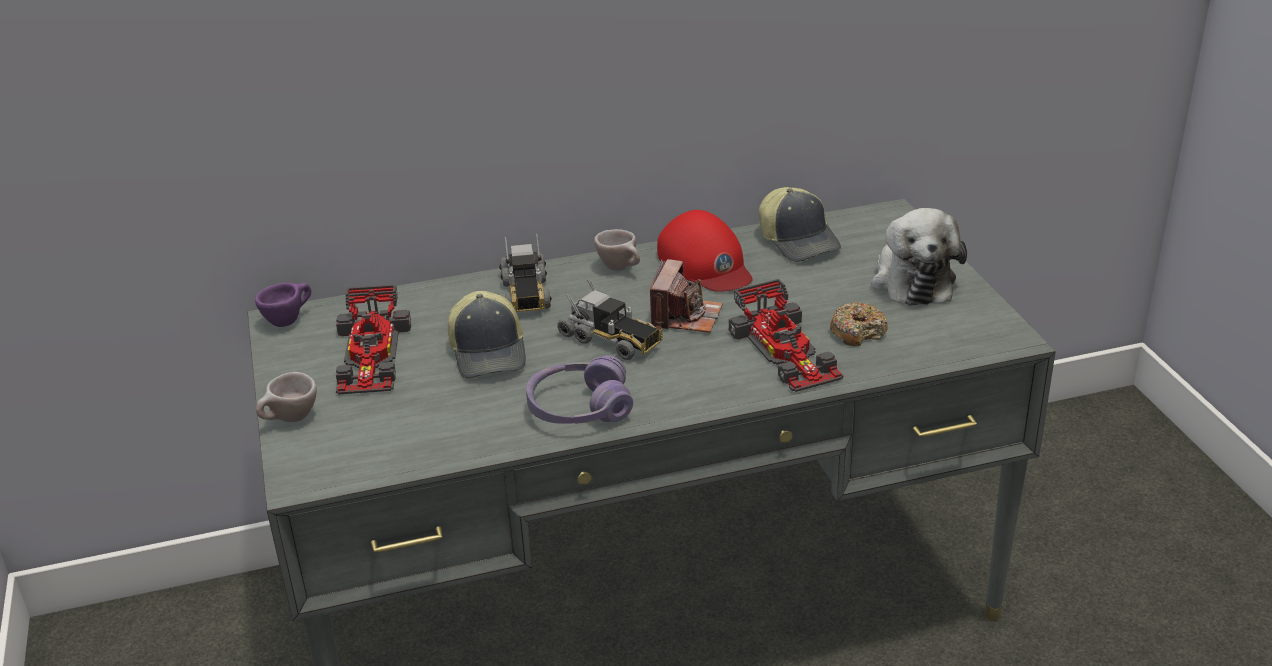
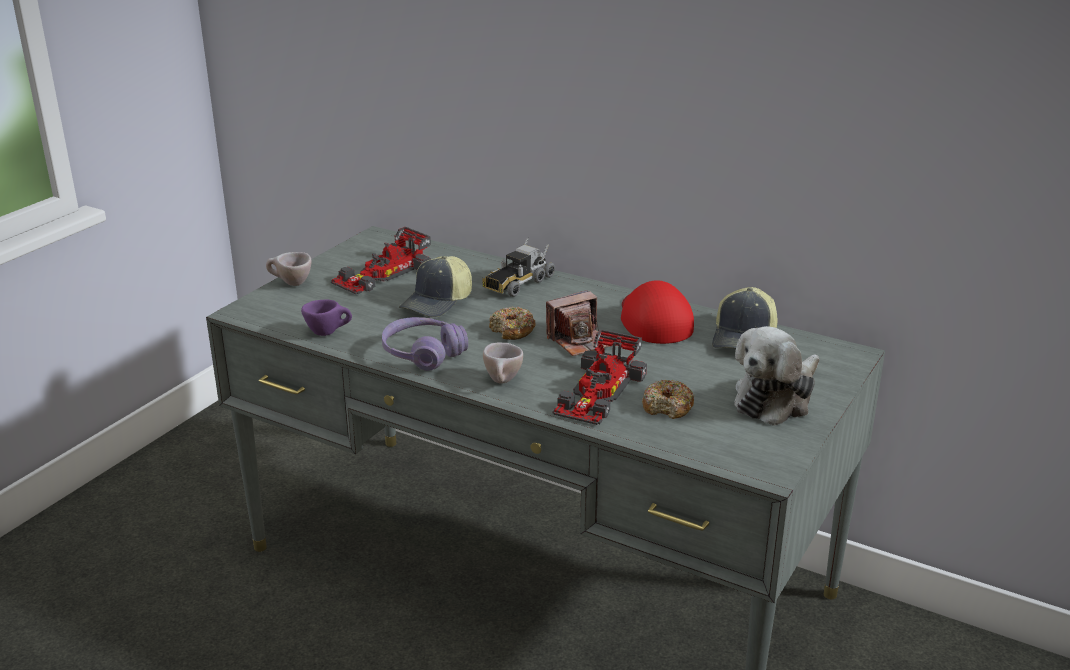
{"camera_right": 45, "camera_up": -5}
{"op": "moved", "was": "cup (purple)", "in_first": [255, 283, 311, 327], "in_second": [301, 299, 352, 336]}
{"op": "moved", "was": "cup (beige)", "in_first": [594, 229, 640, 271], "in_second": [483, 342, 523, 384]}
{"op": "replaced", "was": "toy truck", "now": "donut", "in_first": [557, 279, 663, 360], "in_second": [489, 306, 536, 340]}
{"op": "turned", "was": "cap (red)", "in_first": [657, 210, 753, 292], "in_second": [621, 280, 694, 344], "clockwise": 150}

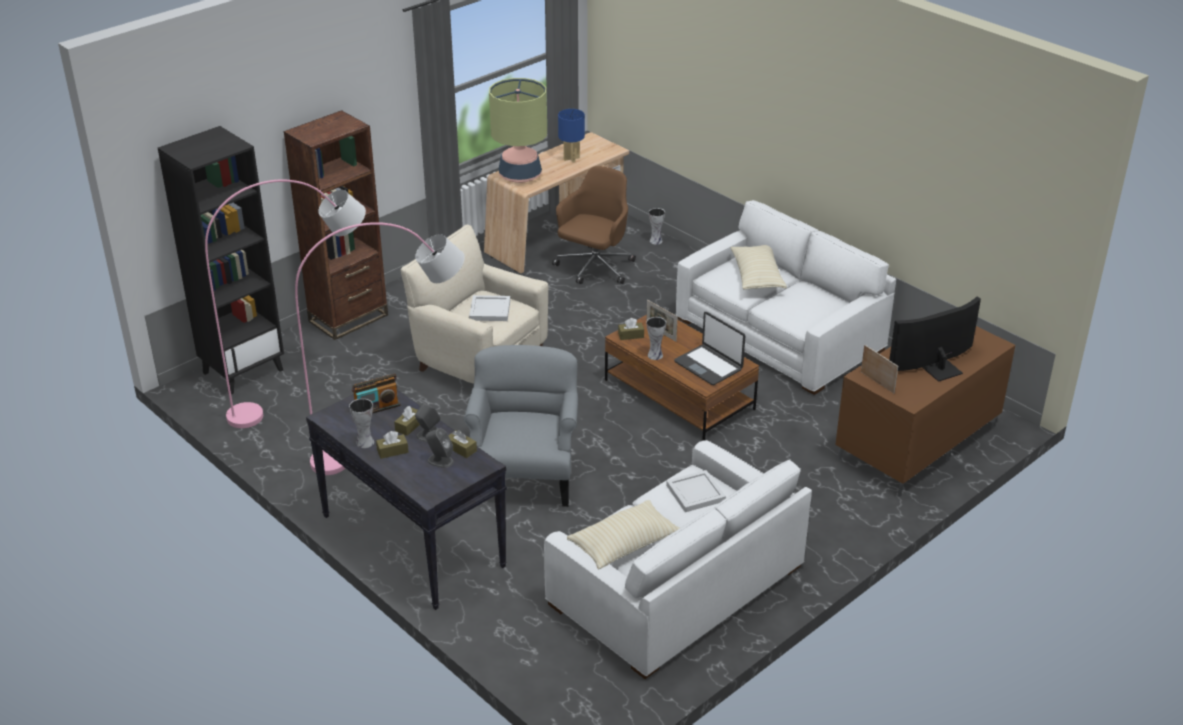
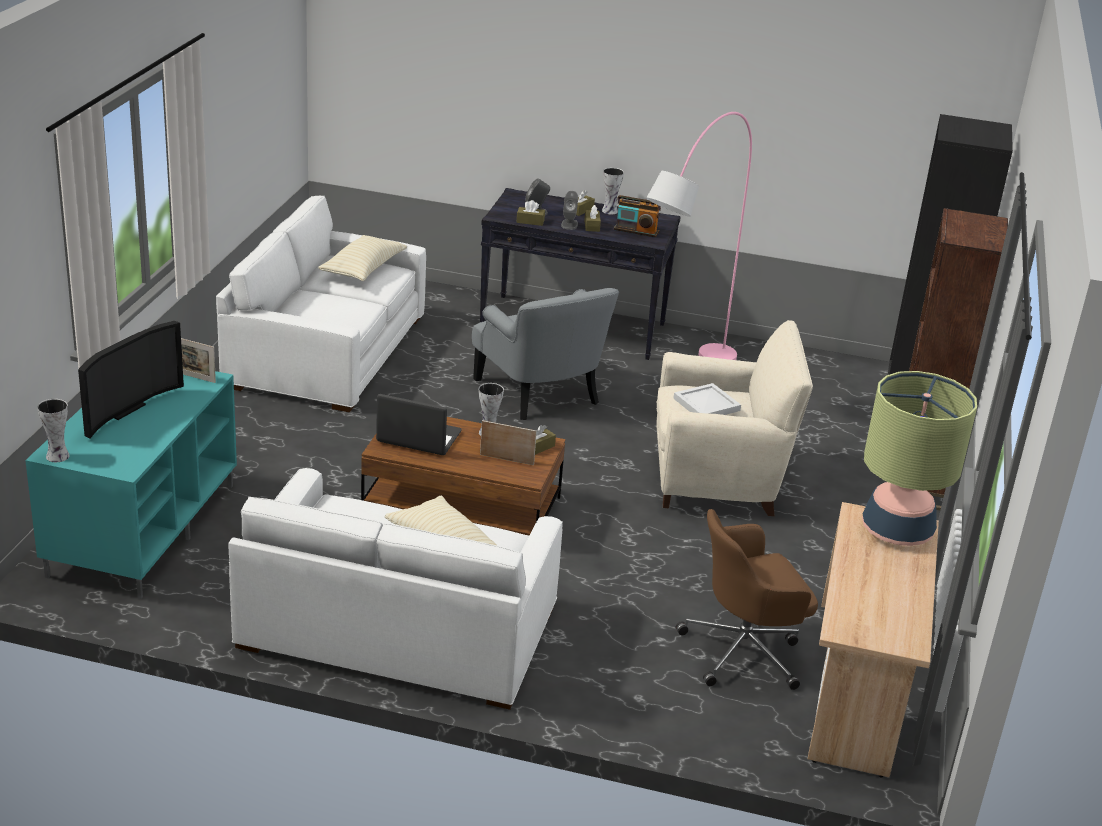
{"camera_right": 145, "camera_up": -5}
{"op": "recoloured", "was": "tv stand (brown)", "now": "tv stand (turquoise)", "in_first": [835, 326, 1015, 497], "in_second": [25, 371, 237, 599]}
{"op": "moved", "was": "vase", "in_first": [649, 208, 665, 245], "in_second": [37, 399, 70, 462]}
{"op": "turned", "was": "radio", "in_first": [352, 374, 401, 414], "in_second": [614, 195, 661, 237], "clockwise": -105}
{"op": "turned", "was": "office chair (brown)", "in_first": [552, 166, 636, 284], "in_second": [676, 509, 818, 690], "clockwise": 75}
{"op": "removed", "was": "floor lamp (pink)", "in_first": [205, 179, 366, 428]}
{"op": "removed", "was": "table lamp (blue)", "in_first": [558, 109, 585, 163]}
{"op": "removed", "was": "tray (white)", "in_first": [666, 470, 726, 512]}

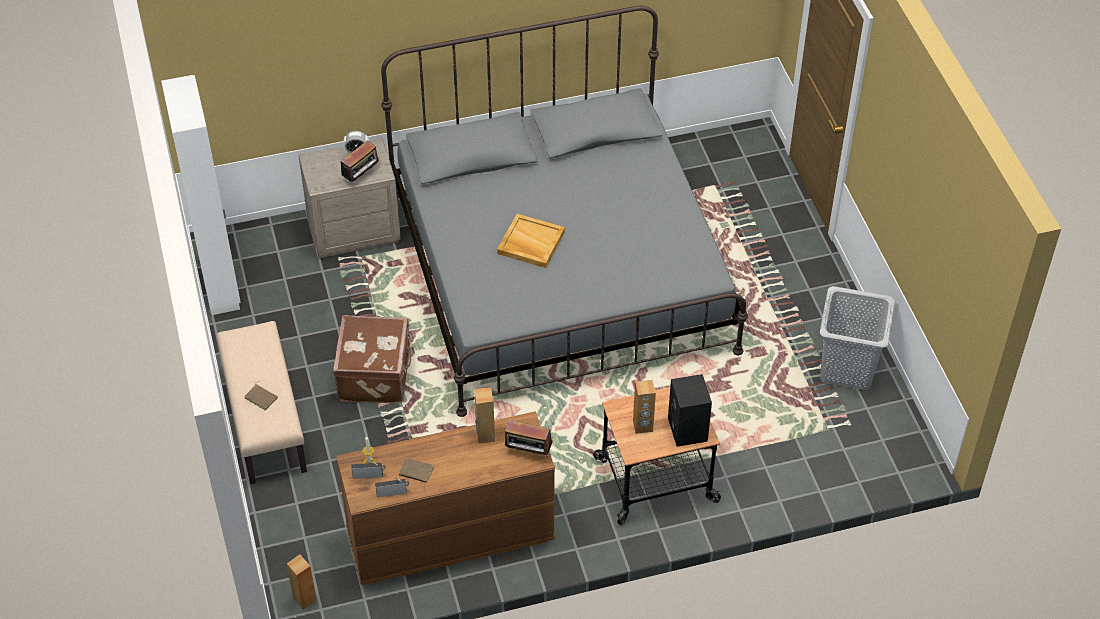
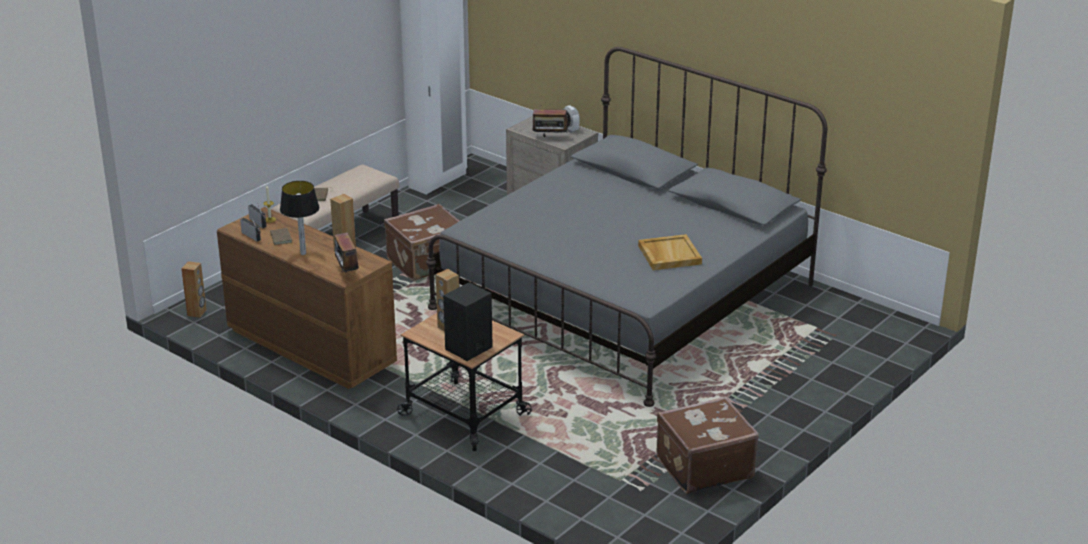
{"camera_right": 55, "camera_up": -20}
{"op": "added", "now": "table lamp", "in_second": [280, 181, 319, 255]}
{"op": "moved", "was": "tray (beige)", "in_first": [497, 214, 565, 268], "in_second": [638, 234, 702, 270]}
{"op": "replaced", "was": "laundry basket (grey)", "now": "suitcase (brown)", "in_first": [820, 286, 895, 390], "in_second": [656, 396, 759, 494]}

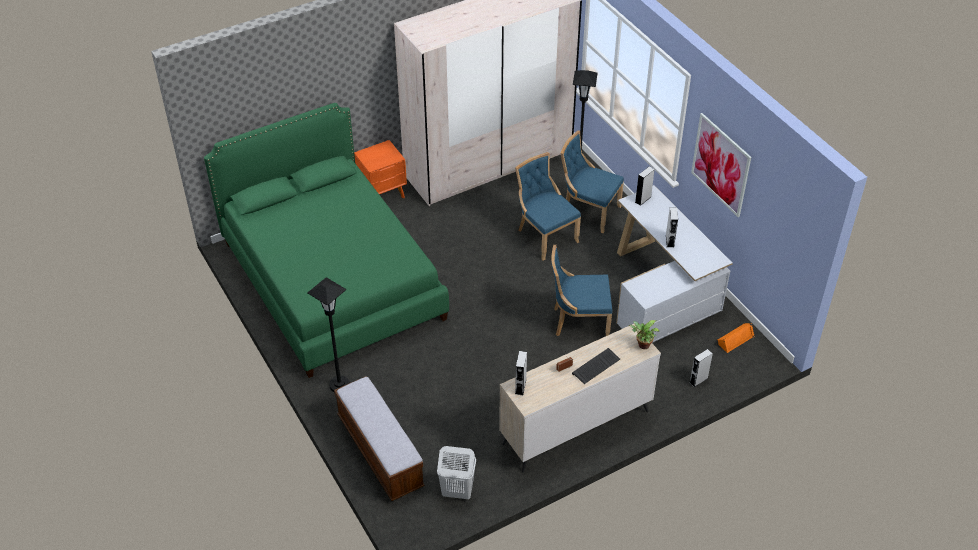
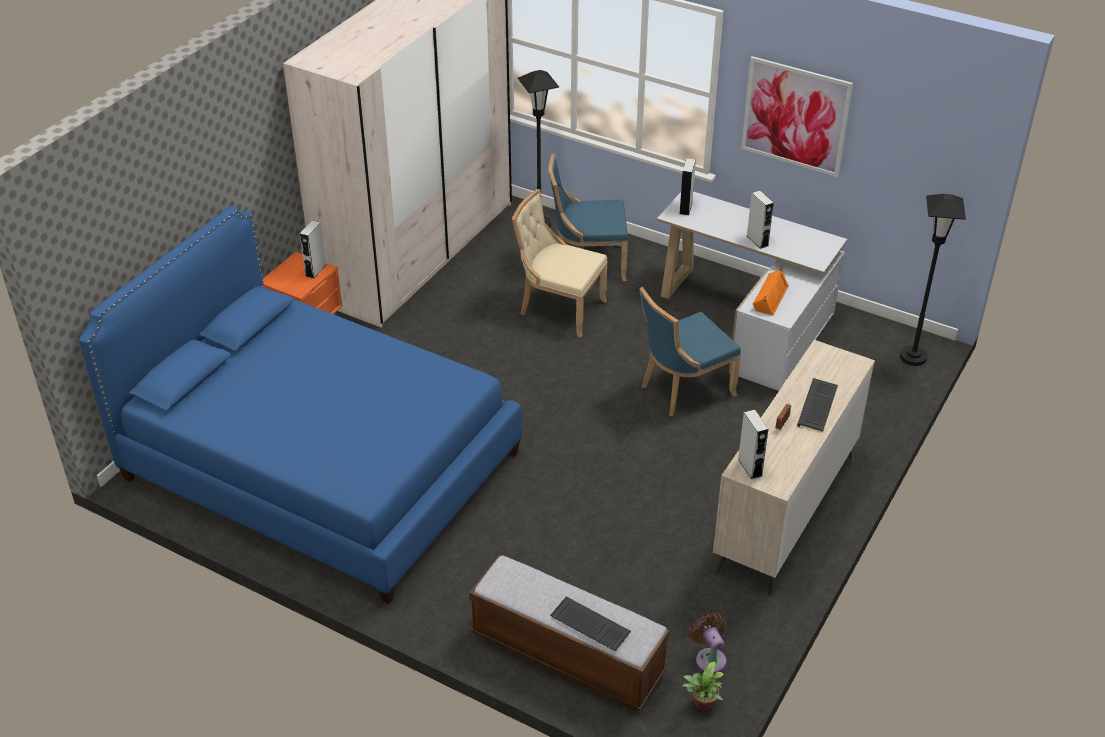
{"camera_right": -30, "camera_up": -5}
{"op": "recoloured", "was": "bed (green)", "now": "bed (blue)", "in_first": [204, 103, 449, 378], "in_second": [79, 206, 522, 604]}
{"op": "moved", "was": "speaker (grey)", "in_first": [689, 349, 713, 387], "in_second": [299, 220, 326, 279]}
{"op": "recoloured", "was": "chair (blue)", "now": "chair (beige)", "in_first": [515, 152, 581, 261], "in_second": [512, 189, 608, 338]}
{"op": "added", "now": "keyboard", "in_second": [550, 596, 631, 651]}
{"op": "moved", "was": "potted plant", "in_first": [629, 320, 659, 349], "in_second": [682, 661, 724, 711]}
{"op": "replaced", "was": "laundry basket (white)", "now": "fan (brown)", "in_first": [437, 446, 476, 499], "in_second": [689, 612, 727, 673]}
{"op": "moved", "was": "speaker (orange)", "in_first": [717, 323, 754, 353], "in_second": [753, 268, 789, 316]}
{"op": "moved", "was": "floor lamp (black)", "in_first": [307, 277, 350, 392], "in_second": [900, 194, 966, 366]}

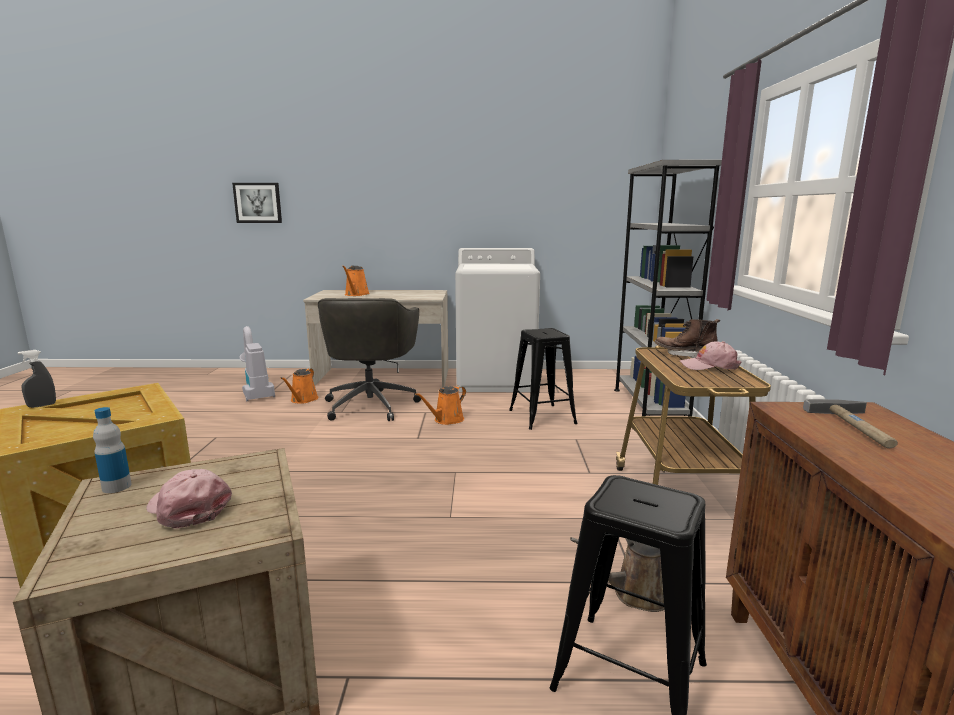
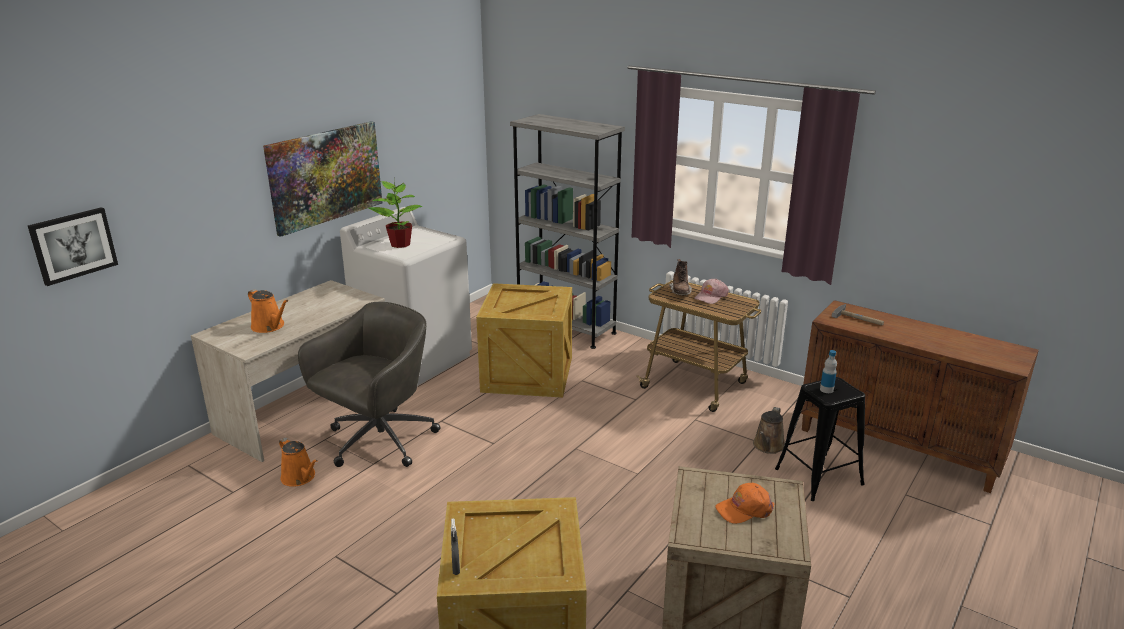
{"camera_right": -55, "camera_up": 10}
{"op": "added", "now": "picture", "in_second": [263, 121, 382, 237]}
{"op": "turned", "was": "office chair (grey)", "in_first": [318, 298, 421, 421], "in_second": [298, 302, 441, 467], "clockwise": -90}
{"op": "added", "now": "potted plant", "in_second": [369, 181, 423, 248]}
{"op": "replaced", "was": "stool (black)", "now": "crate", "in_first": [509, 328, 578, 430], "in_second": [476, 283, 572, 398]}
{"op": "turned", "was": "boot (brown)", "in_first": [654, 319, 720, 358], "in_second": [669, 259, 692, 295], "clockwise": -60}
{"op": "recoloured", "was": "cap (pink)", "now": "cap (orange)", "in_first": [146, 469, 232, 529], "in_second": [715, 483, 774, 524]}
{"op": "moved", "was": "bottle", "in_first": [93, 407, 132, 493], "in_second": [820, 350, 837, 393]}
{"op": "removed", "was": "vacuum cleaner", "in_first": [240, 326, 275, 402]}
{"op": "removed", "was": "watering can (orange)", "in_first": [415, 386, 466, 425]}

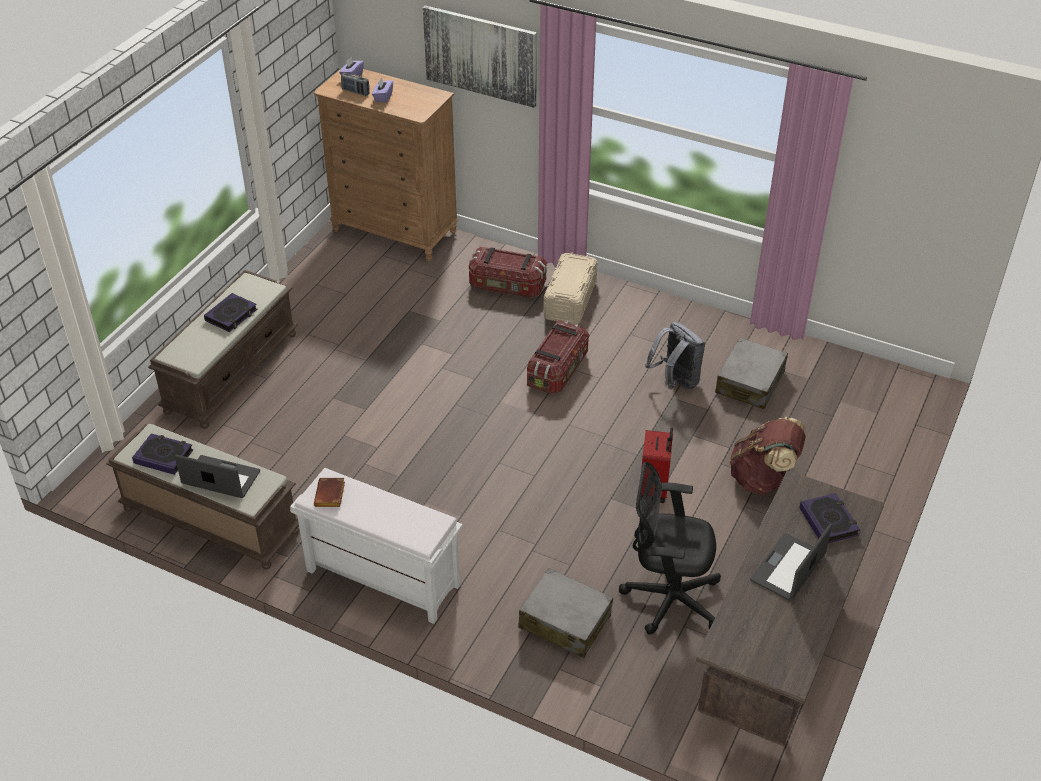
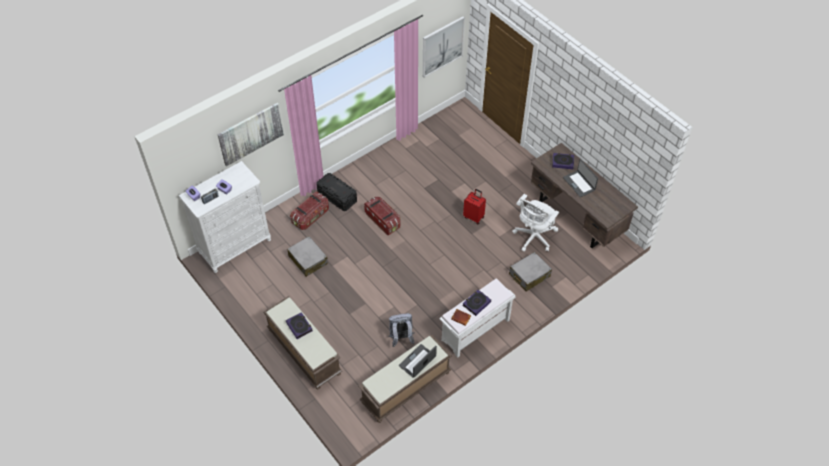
{"camera_right": -65, "camera_up": 10}
{"op": "recoloured", "was": "dresser (brown)", "now": "dresser (white)", "in_first": [314, 67, 458, 261], "in_second": [179, 161, 271, 273]}
{"op": "moved", "was": "suitcase (grey)", "in_first": [715, 337, 788, 409], "in_second": [287, 236, 328, 277]}
{"op": "recoloured", "was": "storage box (beige)", "now": "storage box (black)", "in_first": [543, 253, 597, 325], "in_second": [317, 173, 357, 211]}
{"op": "moved", "was": "backpack (grey)", "in_first": [645, 322, 705, 390], "in_second": [388, 313, 415, 347]}
{"op": "added", "now": "picture", "in_second": [423, 16, 465, 78]}
{"op": "moved", "was": "book", "in_first": [132, 433, 193, 475], "in_second": [463, 290, 491, 316]}
{"op": "recoloured", "was": "office chair (black)", "now": "office chair (white)", "in_first": [619, 462, 721, 635], "in_second": [512, 194, 559, 251]}
{"op": "removed", "was": "backpack (brown)", "in_first": [730, 417, 806, 495]}

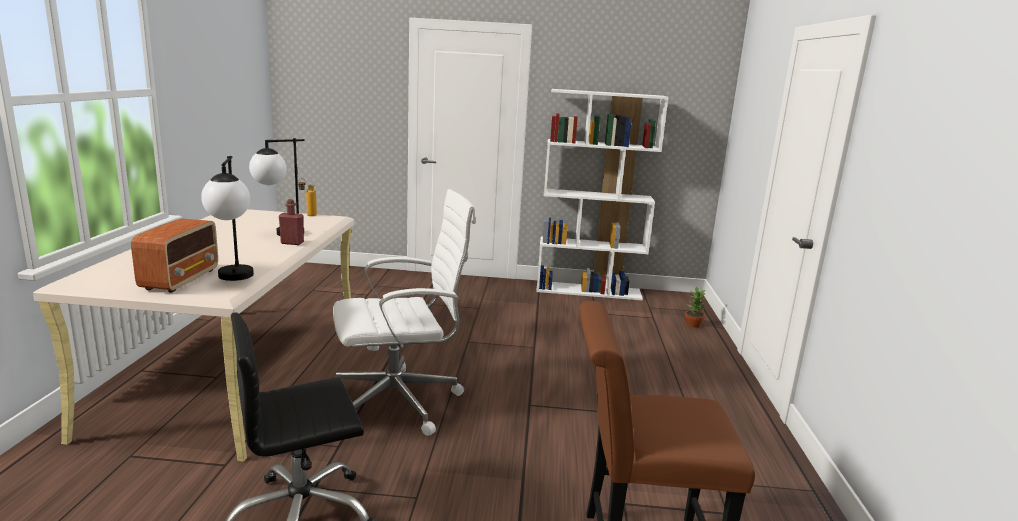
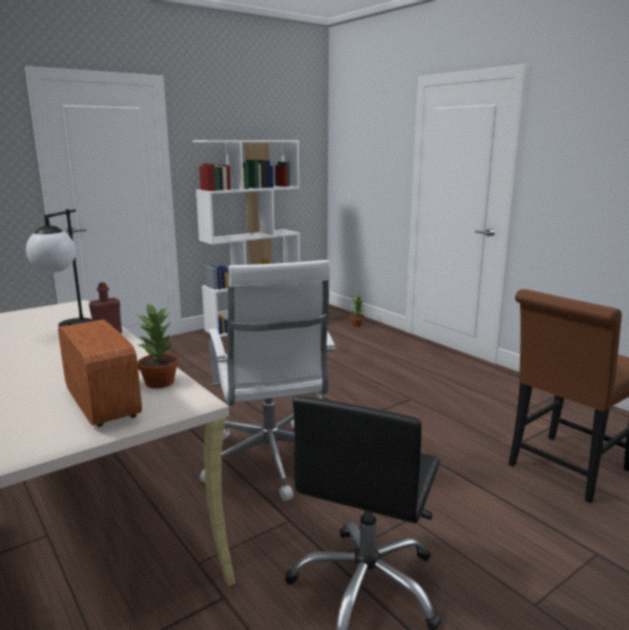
{"camera_right": -40, "camera_up": 0}
{"op": "replaced", "was": "table lamp", "now": "potted plant", "in_first": [201, 156, 254, 281], "in_second": [137, 303, 178, 388]}
{"op": "turned", "was": "office chair (white)", "in_first": [333, 189, 476, 436], "in_second": [200, 260, 336, 501], "clockwise": 135}
{"op": "removed", "was": "bottle", "in_first": [298, 178, 317, 216]}

